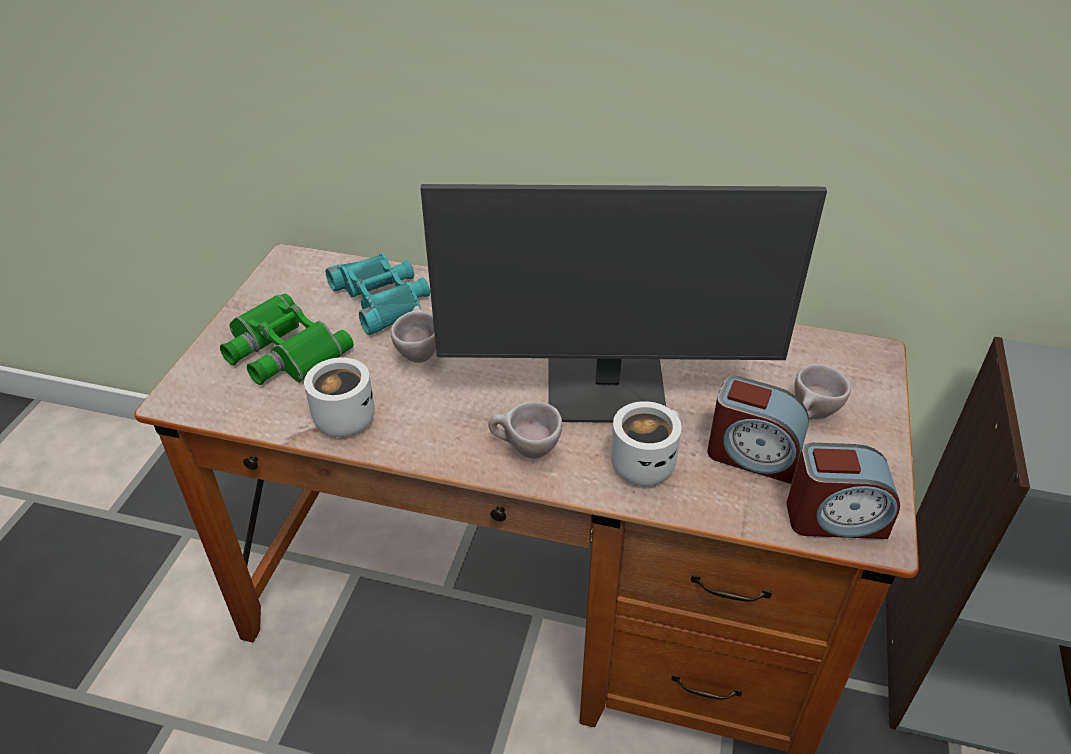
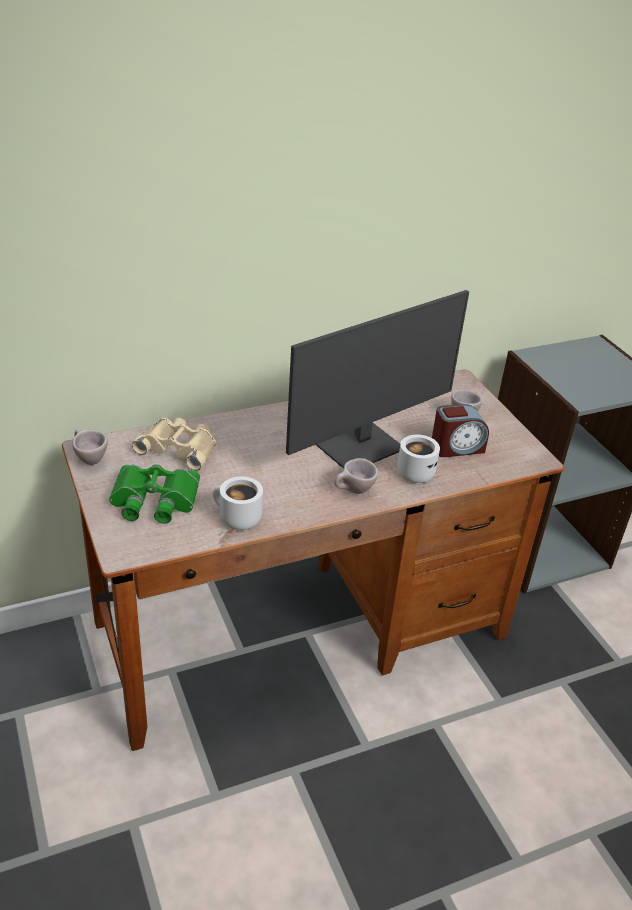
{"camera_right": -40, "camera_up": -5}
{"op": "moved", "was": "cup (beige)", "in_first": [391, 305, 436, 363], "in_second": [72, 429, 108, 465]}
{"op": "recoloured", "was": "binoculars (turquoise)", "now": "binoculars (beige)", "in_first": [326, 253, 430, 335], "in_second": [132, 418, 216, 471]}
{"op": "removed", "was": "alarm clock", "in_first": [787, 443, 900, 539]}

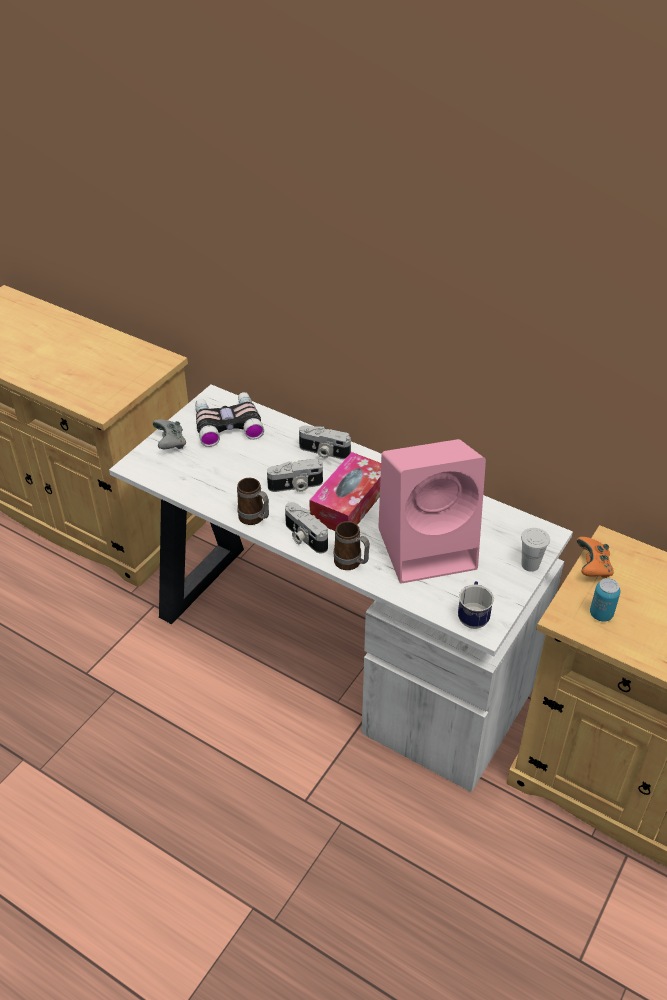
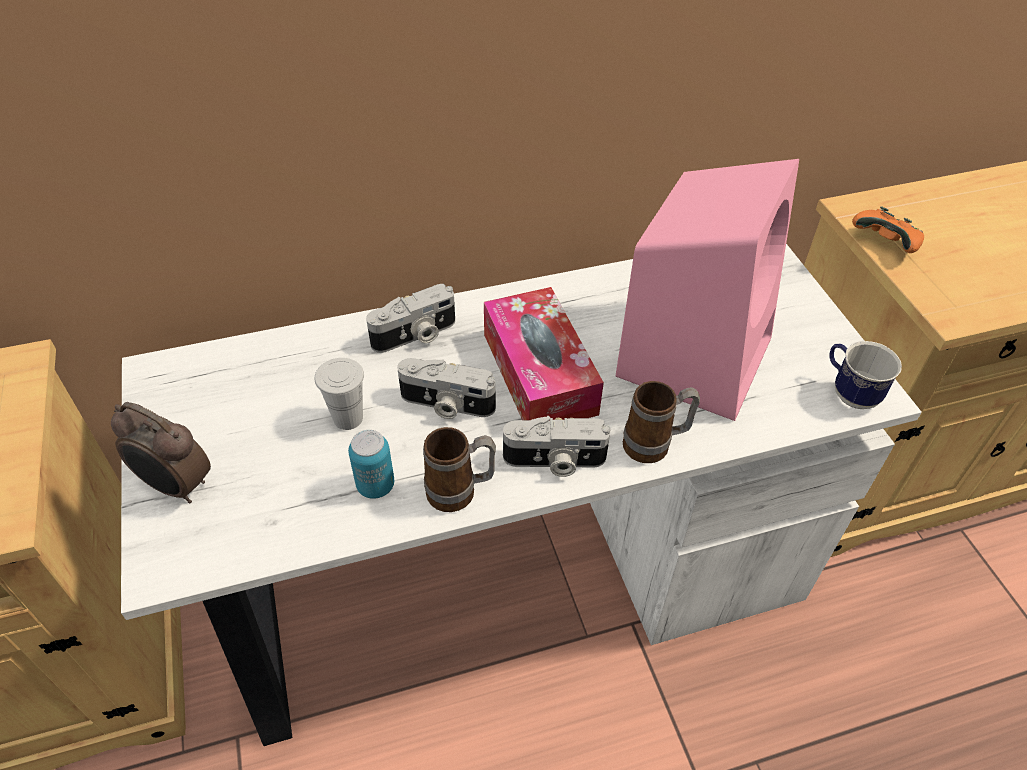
{"camera_right": -50, "camera_up": 5}
{"op": "replaced", "was": "game controller (grey)", "now": "alarm clock", "in_first": [152, 419, 186, 450], "in_second": [111, 402, 211, 504]}
{"op": "moved", "was": "cup (white)", "in_first": [521, 528, 550, 572], "in_second": [315, 358, 364, 430]}
{"op": "moved", "was": "can", "in_first": [590, 578, 621, 622], "in_second": [348, 430, 394, 499]}
{"op": "turned", "was": "photo camera", "in_first": [267, 459, 323, 492], "in_second": [397, 358, 496, 419], "clockwise": 75}
{"op": "removed", "was": "binoculars", "in_first": [195, 392, 264, 447]}

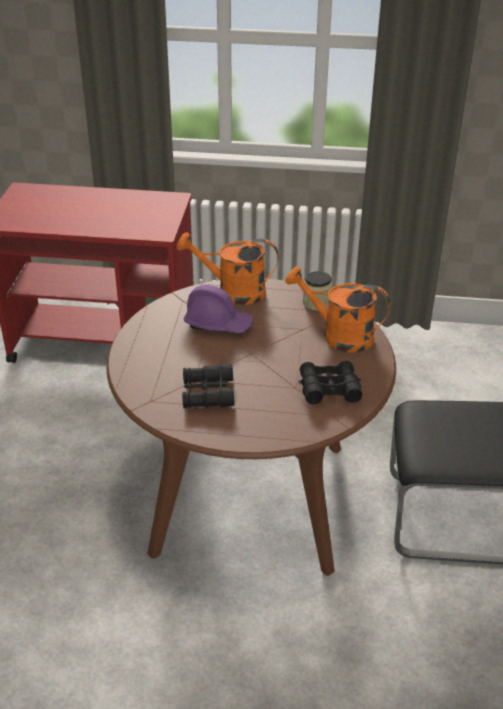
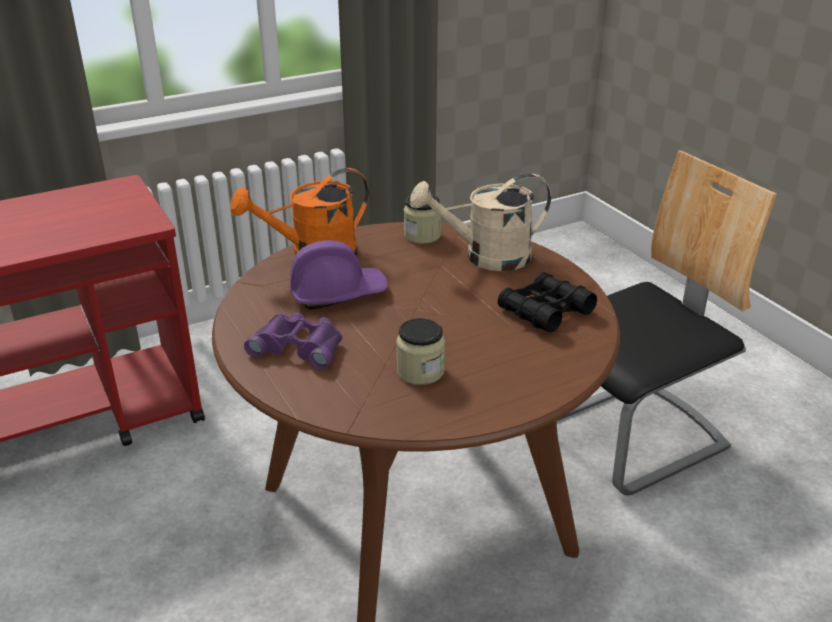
{"camera_right": -35, "camera_up": -5}
{"op": "added", "now": "binoculars (purple)", "in_second": [244, 312, 342, 370]}
{"op": "replaced", "was": "binoculars (black)", "now": "jar", "in_first": [182, 363, 235, 408], "in_second": [396, 318, 445, 385]}
{"op": "recoloured", "was": "watering can (orange)", "now": "watering can (beige)", "in_first": [285, 266, 391, 353], "in_second": [410, 174, 551, 271]}

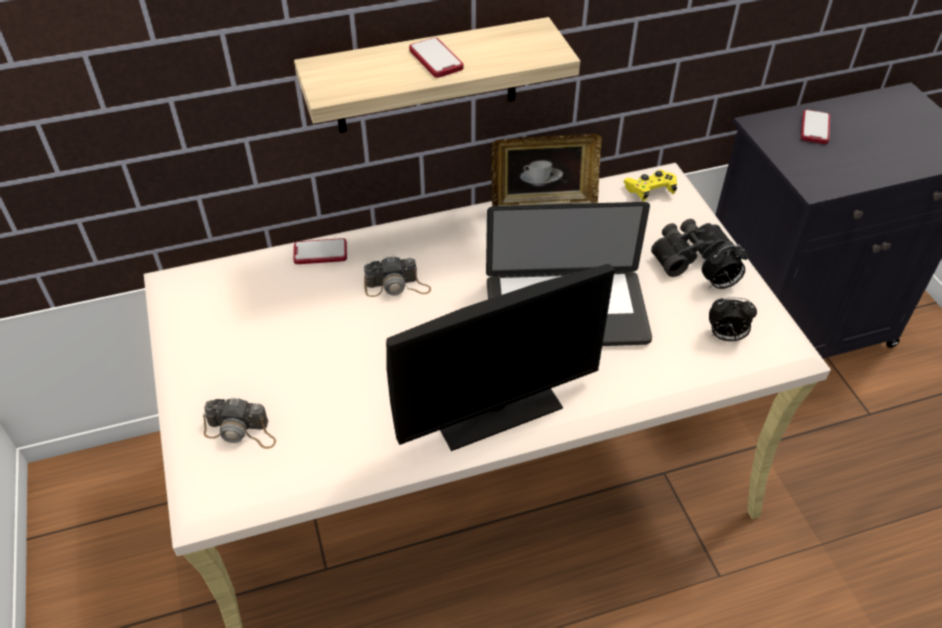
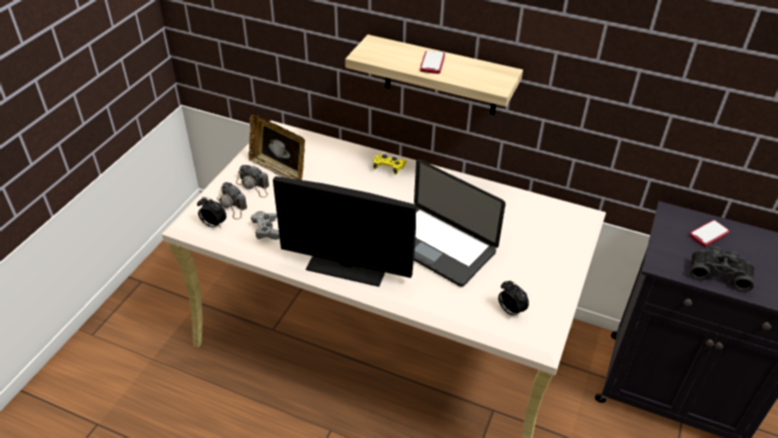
{"camera_right": 40, "camera_up": -5}
{"op": "moved", "was": "alarm clock", "in_first": [702, 245, 748, 289], "in_second": [197, 197, 227, 228]}
{"op": "moved", "was": "photo camera", "in_first": [364, 256, 431, 297], "in_second": [236, 165, 269, 198]}
{"op": "moved", "was": "picture frame", "in_first": [491, 134, 602, 206], "in_second": [248, 115, 305, 180]}
{"op": "added", "now": "game controller (grey)", "in_second": [251, 211, 280, 240]}
{"op": "moved", "was": "game controller (yellow)", "in_first": [623, 170, 677, 201], "in_second": [373, 154, 407, 175]}
{"op": "moved", "was": "binoculars (black)", "in_first": [651, 219, 736, 277], "in_second": [690, 246, 754, 292]}
{"op": "removed", "was": "phone", "in_first": [293, 238, 347, 264]}

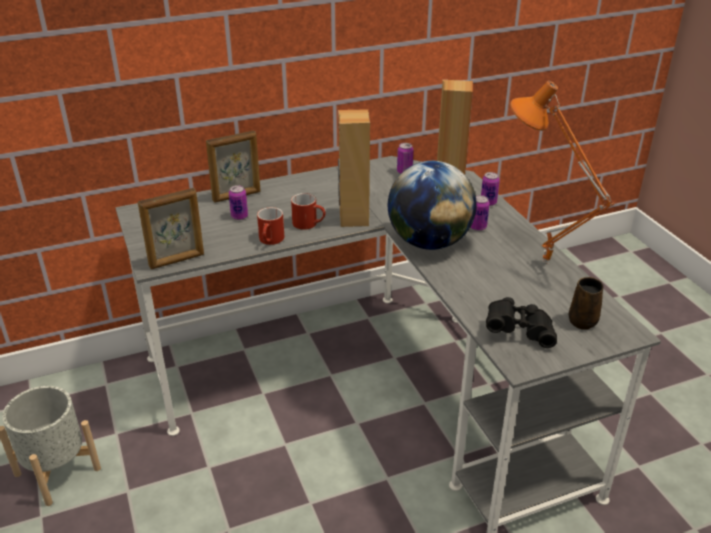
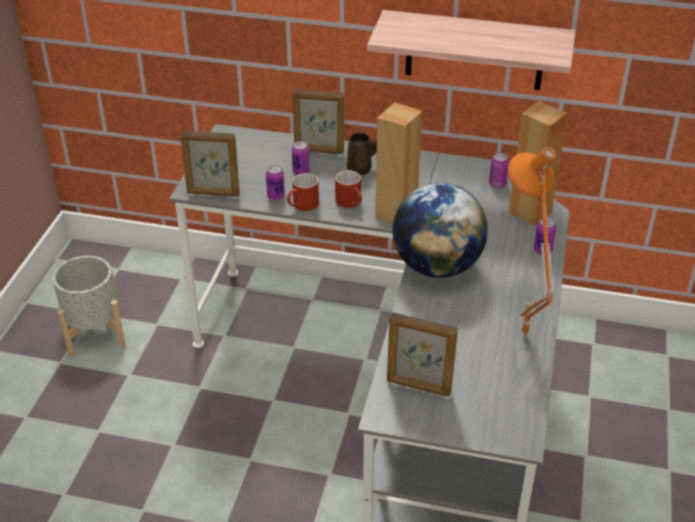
{"camera_right": 35, "camera_up": 5}
{"op": "moved", "was": "can", "in_first": [471, 195, 490, 231], "in_second": [266, 165, 285, 200]}
{"op": "moved", "was": "mug (brown)", "in_first": [569, 277, 603, 330], "in_second": [347, 132, 377, 175]}
{"op": "added", "now": "shelf", "in_second": [367, 10, 576, 90]}
{"op": "replaced", "was": "binoculars (black)", "now": "picture frame", "in_first": [486, 297, 557, 348], "in_second": [387, 312, 458, 397]}

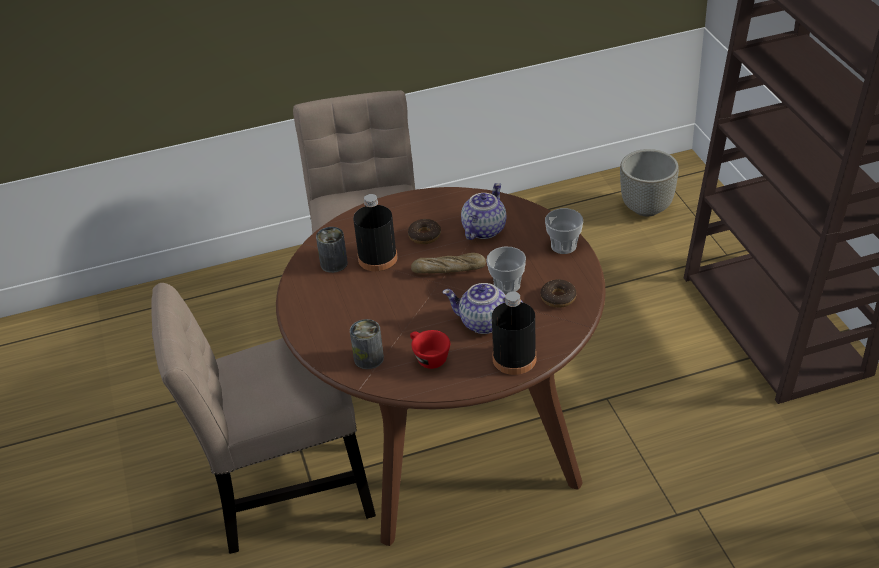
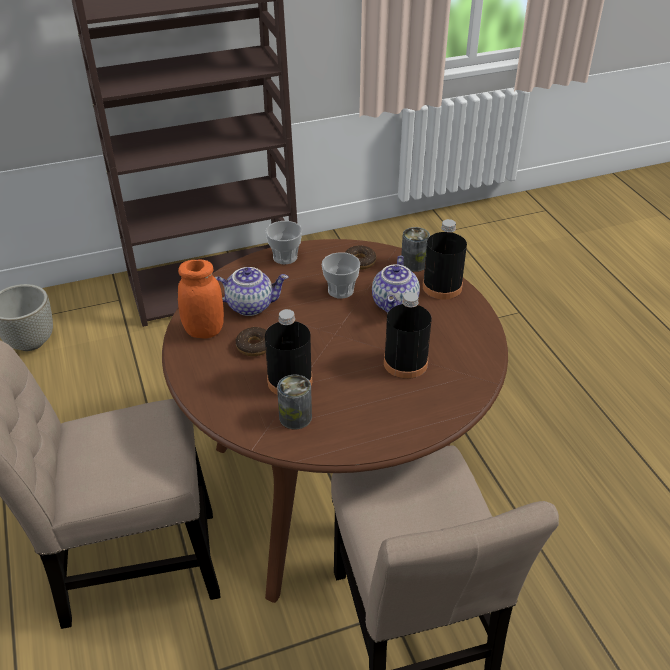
{"camera_right": -95, "camera_up": 0}
{"op": "added", "now": "jar (orange)", "in_second": [178, 260, 224, 339]}
{"op": "turned", "was": "teapot", "in_first": [461, 183, 506, 240], "in_second": [215, 267, 289, 316], "clockwise": 150}
{"op": "added", "now": "bottle (black)", "in_second": [384, 292, 431, 379]}
{"op": "moved", "was": "can", "in_first": [350, 319, 384, 369], "in_second": [401, 227, 430, 272]}
{"op": "removed", "was": "cup (red)", "in_first": [410, 330, 450, 369]}
{"op": "removed", "was": "bread", "in_first": [411, 253, 486, 274]}

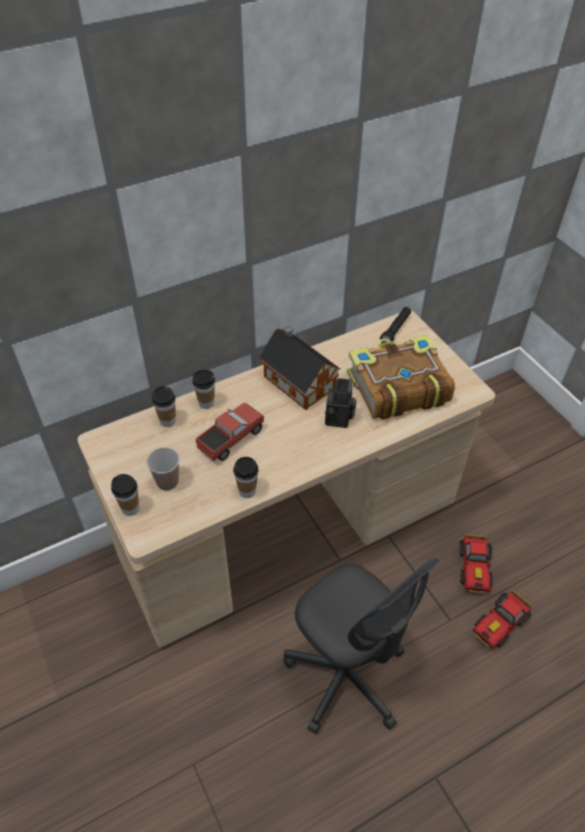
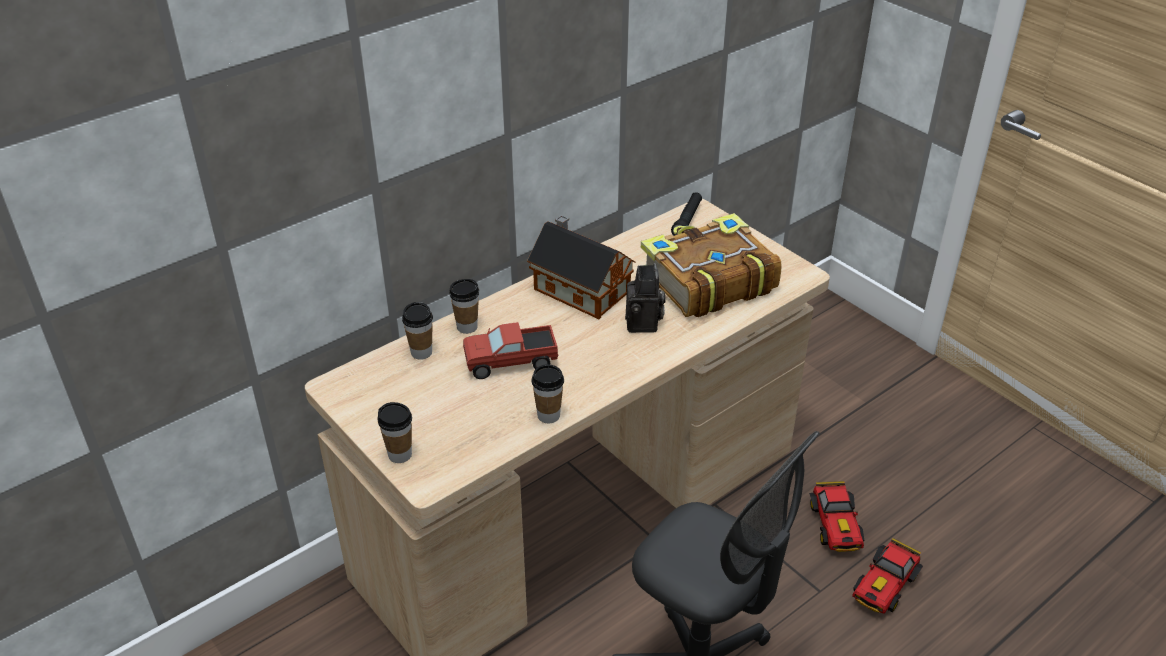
{"camera_right": -10, "camera_up": -10}
{"op": "turned", "was": "toy truck", "in_first": [196, 403, 264, 461], "in_second": [463, 322, 559, 379], "clockwise": -135}
{"op": "removed", "was": "cup", "in_first": [146, 447, 180, 491]}

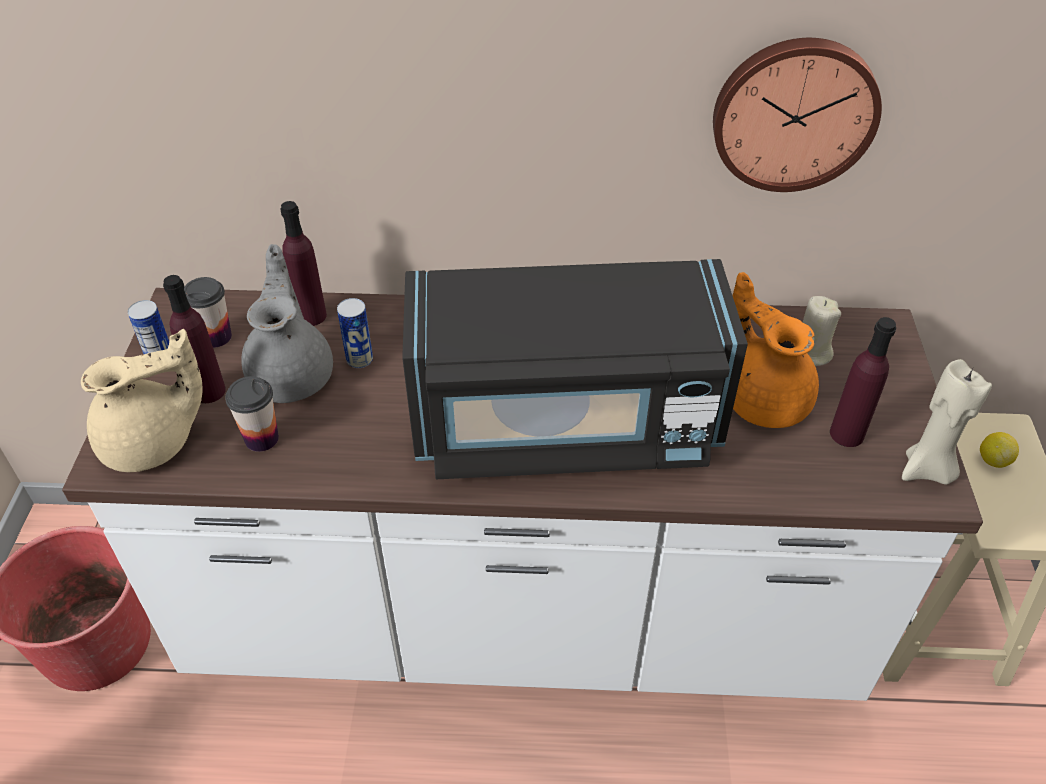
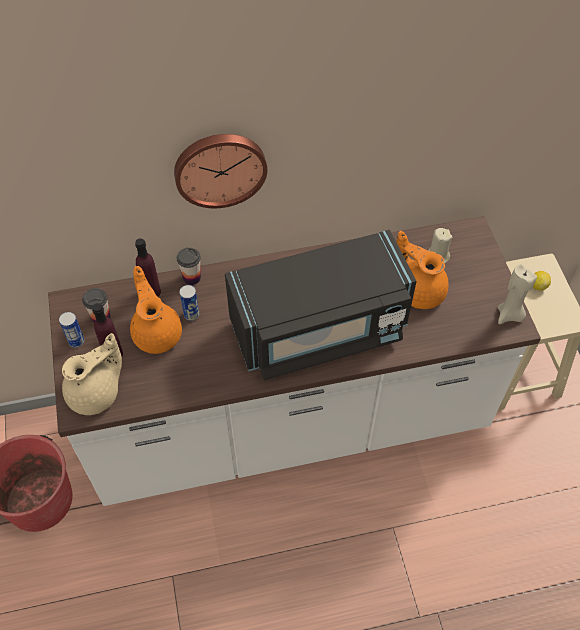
{"camera_right": -15, "camera_up": 10}
{"op": "recoloured", "was": "teapot (grey)", "now": "teapot (orange)", "in_first": [242, 244, 333, 403], "in_second": [130, 266, 182, 354]}
{"op": "moved", "was": "wall clock", "in_first": [713, 38, 882, 192], "in_second": [174, 134, 267, 208]}
{"op": "moved", "was": "cup", "in_first": [225, 376, 279, 452], "in_second": [177, 247, 201, 285]}
{"op": "removed", "was": "bottle (purple)", "in_first": [830, 317, 896, 447]}

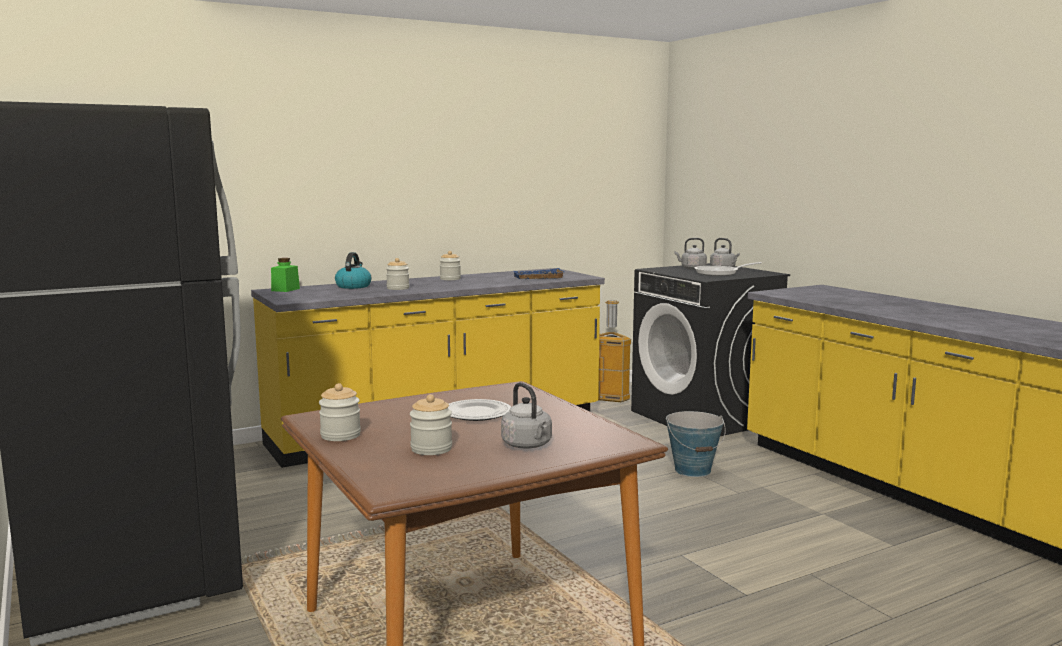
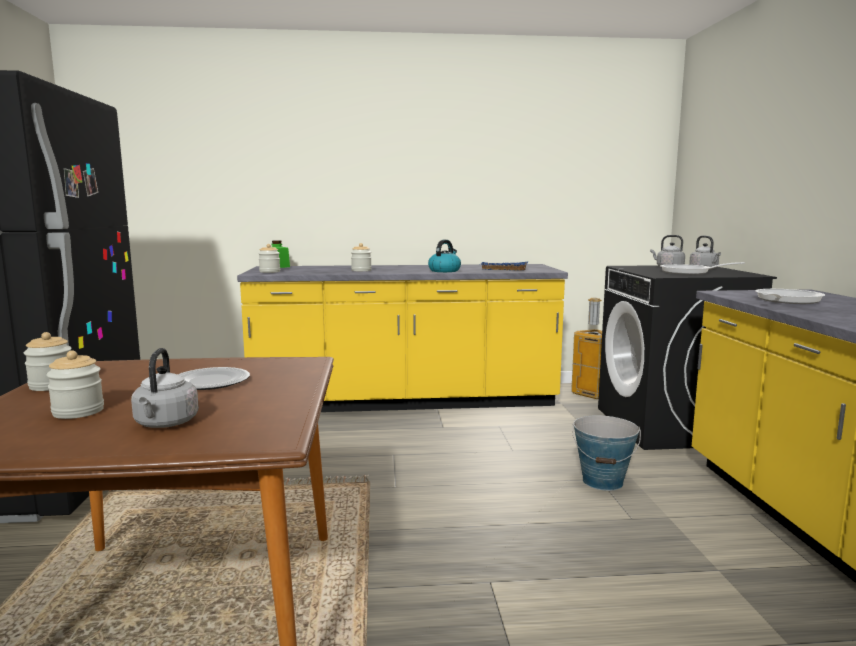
{"camera_right": 25, "camera_up": 0}
{"op": "moved", "was": "jar", "in_first": [439, 251, 461, 280], "in_second": [258, 244, 280, 273]}
{"op": "moved", "was": "kettle", "in_first": [335, 252, 372, 289], "in_second": [428, 240, 461, 272]}
{"op": "added", "now": "frying pan", "in_second": [755, 289, 825, 304]}

